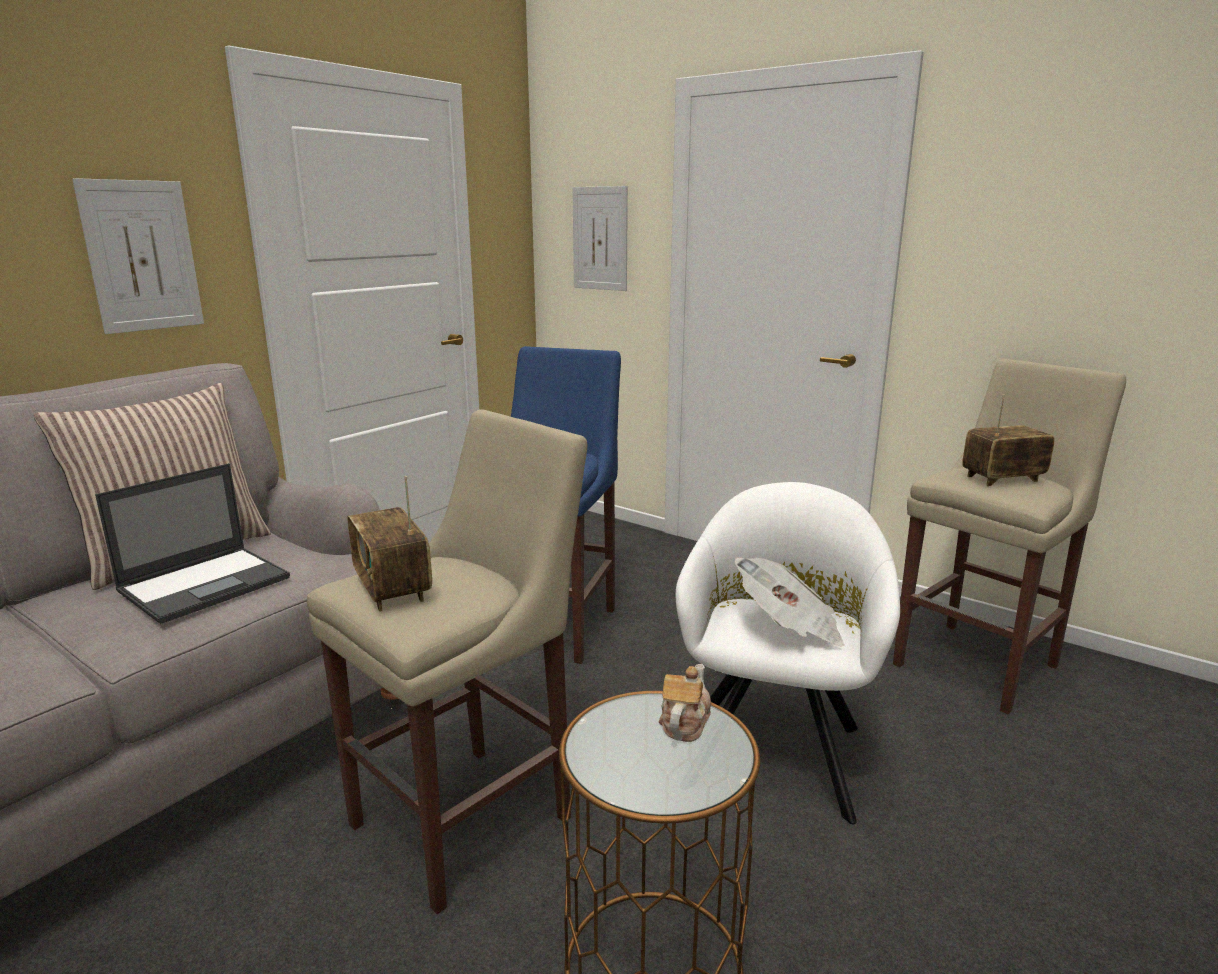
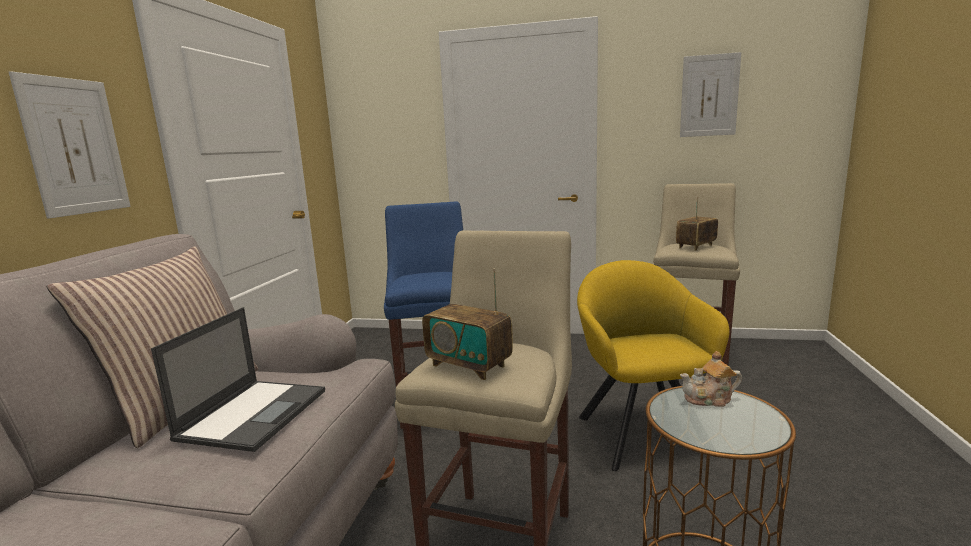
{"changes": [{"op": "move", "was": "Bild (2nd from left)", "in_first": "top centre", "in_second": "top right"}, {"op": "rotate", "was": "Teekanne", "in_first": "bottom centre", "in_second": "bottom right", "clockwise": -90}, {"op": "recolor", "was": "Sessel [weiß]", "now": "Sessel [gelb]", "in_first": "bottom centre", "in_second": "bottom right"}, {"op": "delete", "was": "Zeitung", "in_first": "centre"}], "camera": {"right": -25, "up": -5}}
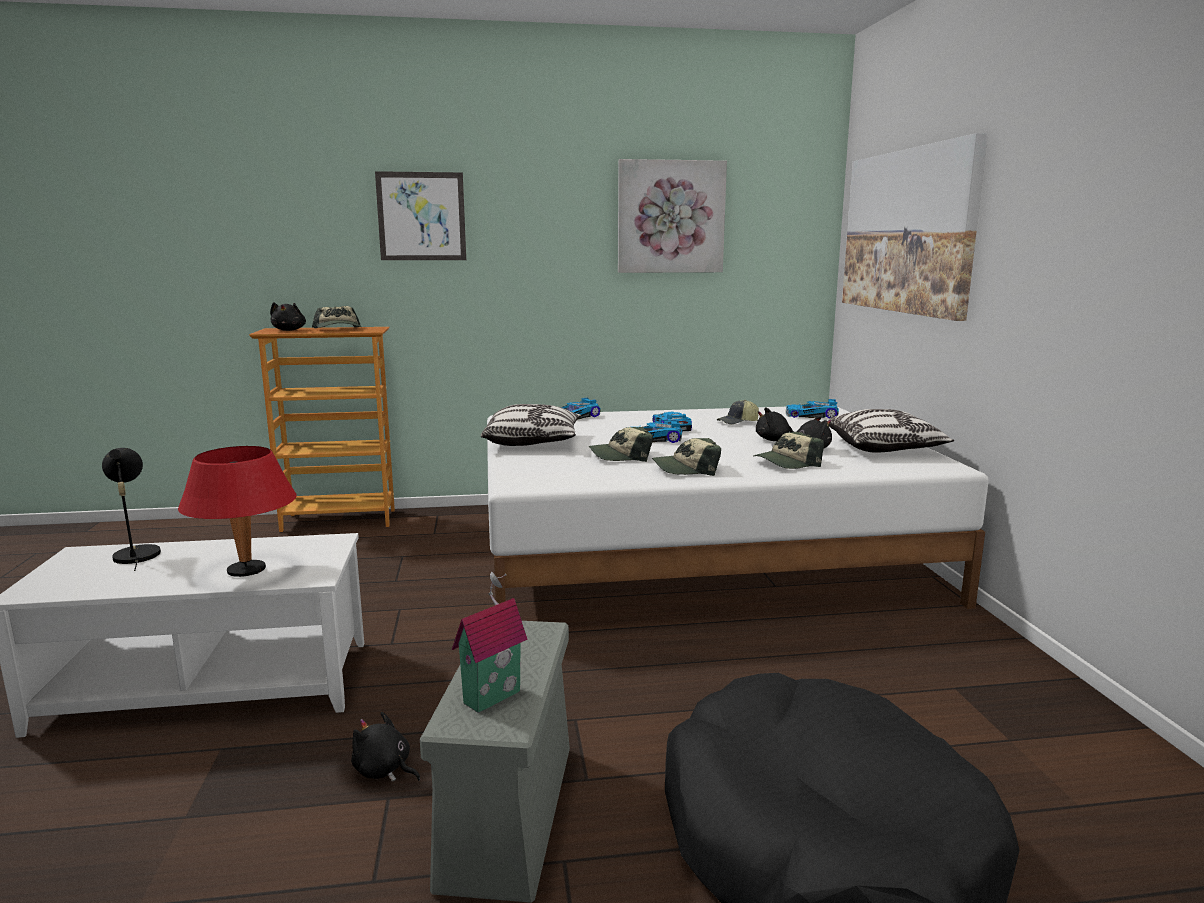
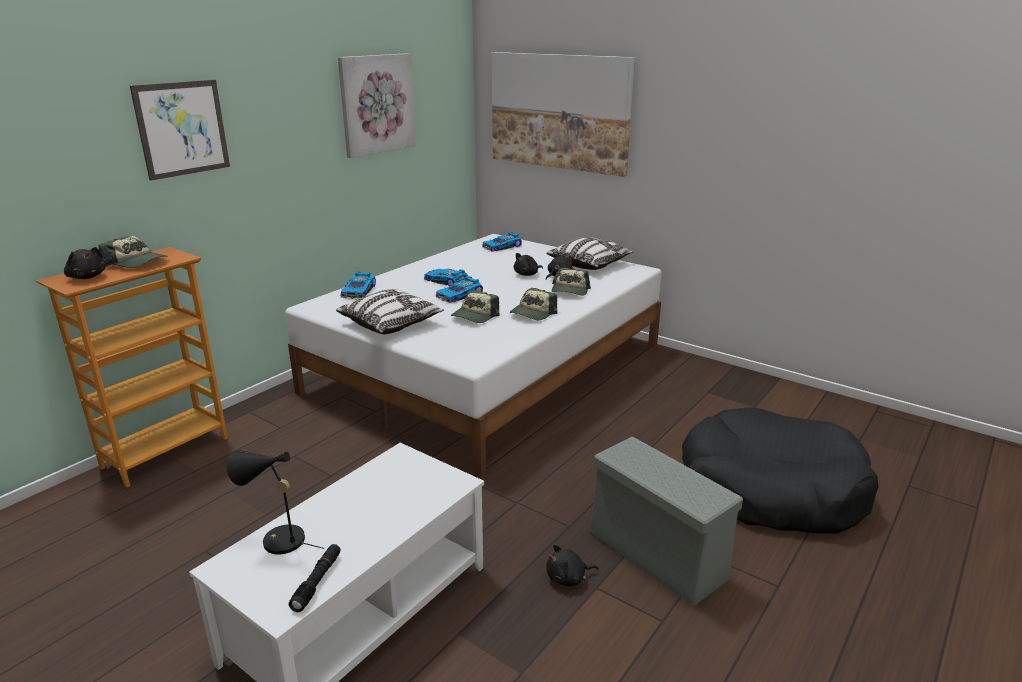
{"changes": [{"op": "delete", "was": "Tischlampe [rot]", "in_first": "middle left"}, {"op": "delete", "was": "Spielzeughaus", "in_first": "bottom centre"}, {"op": "delete", "was": "Kappe (4th from left)", "in_first": "centre"}, {"op": "insert", "now": "Taschenlampe [schwarz]", "in_second": "bottom left"}], "camera": {"right": -45, "up": 10}}
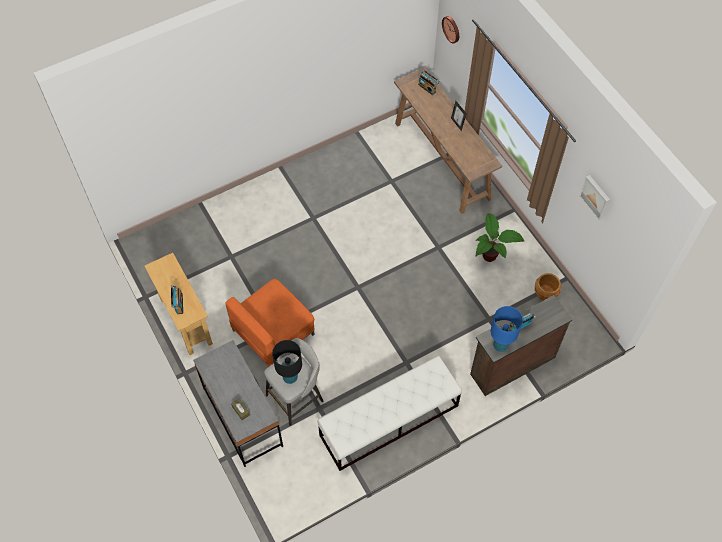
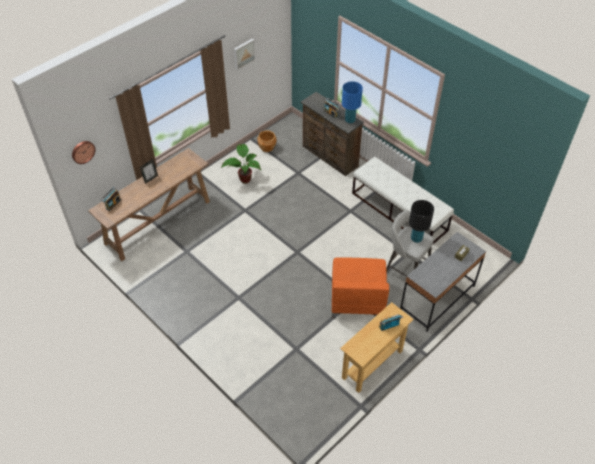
{"changes": [{"op": "rotate", "was": "Sessel [orange]", "in_first": "centre", "in_second": "centre", "clockwise": 60}], "camera": {"right": -105, "up": -10}}
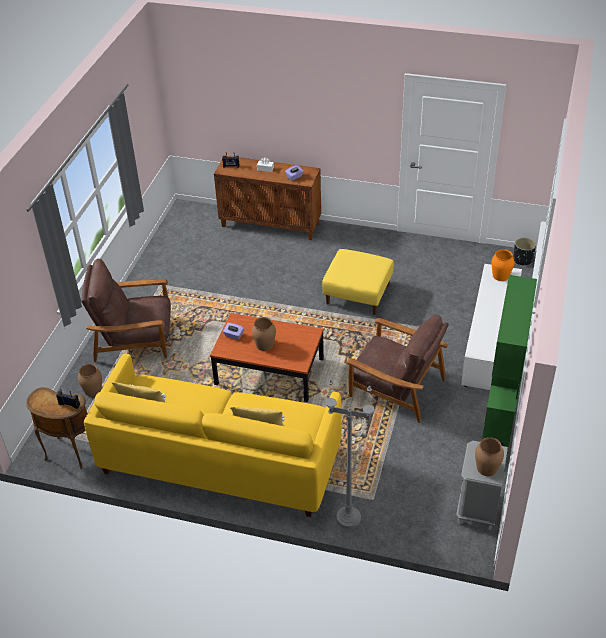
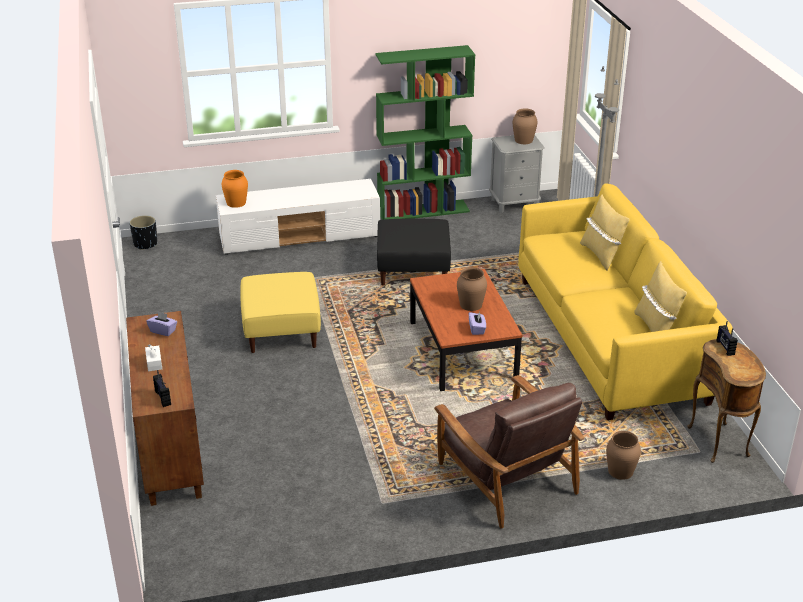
{"changes": [{"op": "replace", "was": "Sessel [braun] (2nd from left)", "now": "Polsterhocker [schwarz]", "in_first": "centre", "in_second": "centre"}], "camera": {"right": -120, "up": -10}}
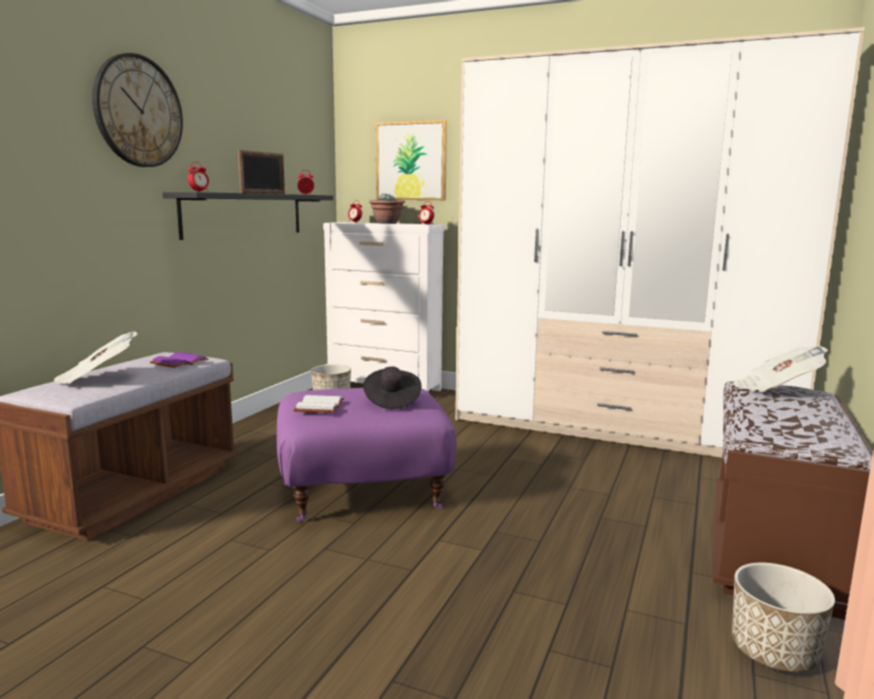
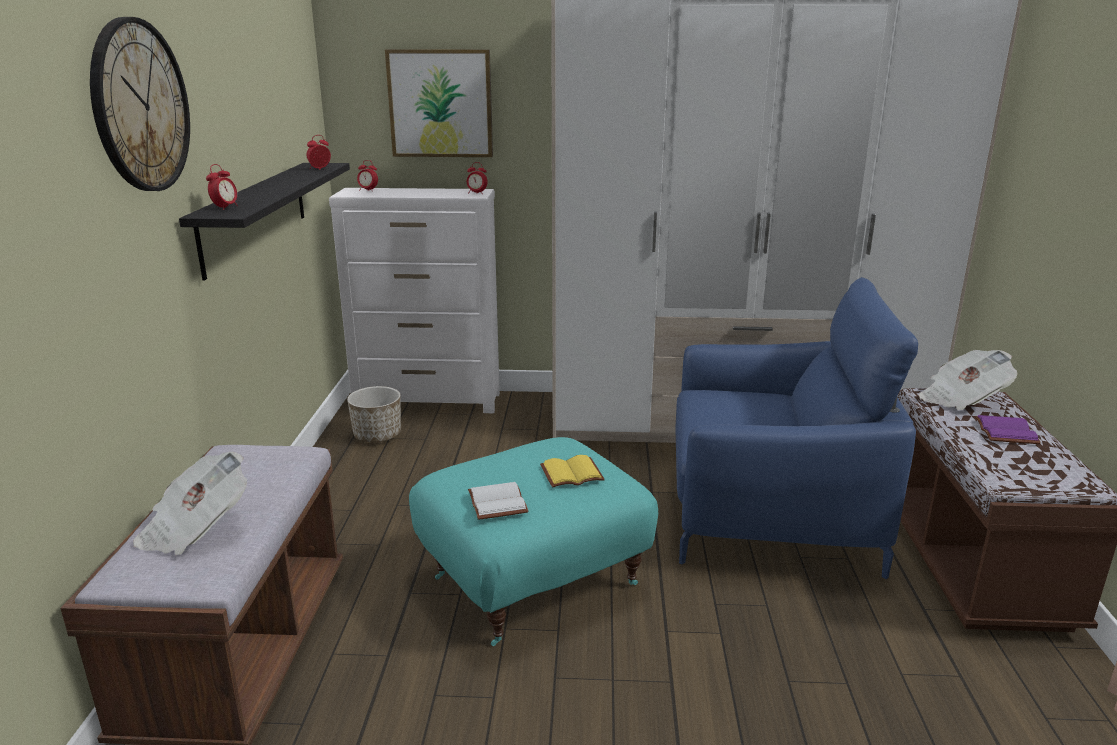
{"changes": [{"op": "move", "was": "Buch [lila]", "in_first": "middle left", "in_second": "middle right"}, {"op": "delete", "was": "Bilderrahmen", "in_first": "top left"}, {"op": "recolor", "was": "Polsterhocker [lila]", "now": "Polsterhocker [türkis]", "in_first": "centre", "in_second": "bottom centre"}, {"op": "replace", "was": "Hut [schwarz]", "now": "Buch [gelb]", "in_first": "centre", "in_second": "centre"}, {"op": "delete", "was": "Topfpflanze", "in_first": "top centre"}, {"op": "delete", "was": "Pflanzkübel (2nd from left)", "in_first": "bottom right"}, {"op": "insert", "now": "Sessel [blau]", "in_second": "middle right"}], "camera": {"right": -20, "up": 10}}
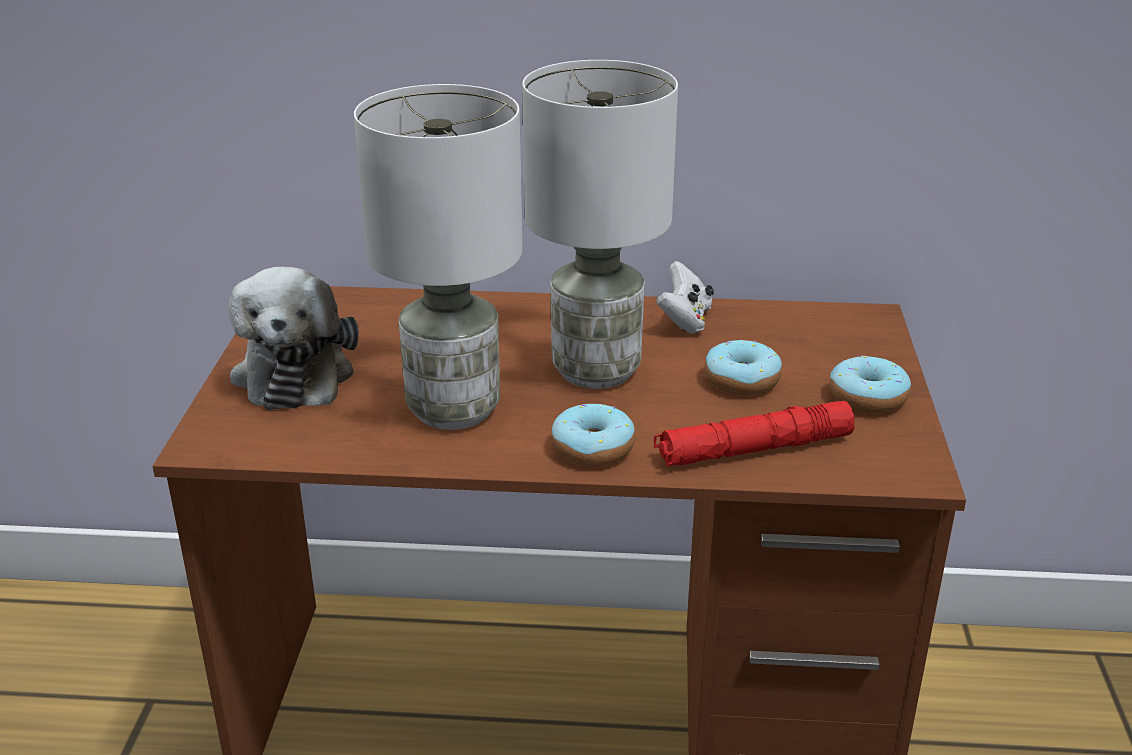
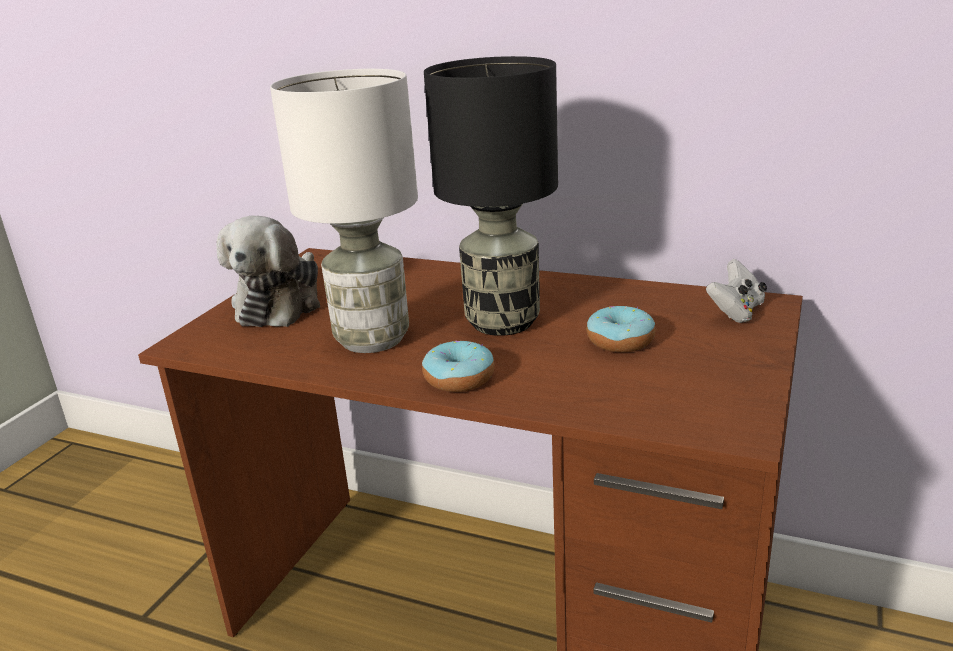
{"changes": [{"op": "recolor", "was": "Tischlampe [weiß] (2nd from left)", "now": "Tischlampe [schwarz]", "in_first": "top centre", "in_second": "top centre"}, {"op": "delete", "was": "Taschenlampe [rot]", "in_first": "centre"}, {"op": "move", "was": "Gamepad [weiß]", "in_first": "centre", "in_second": "middle right"}, {"op": "delete", "was": "Donut (3rd from left)", "in_first": "middle right"}], "camera": {"right": 20, "up": -5}}
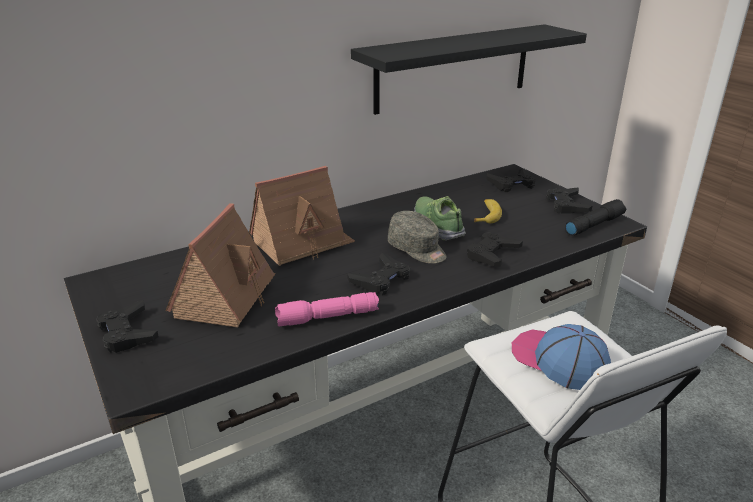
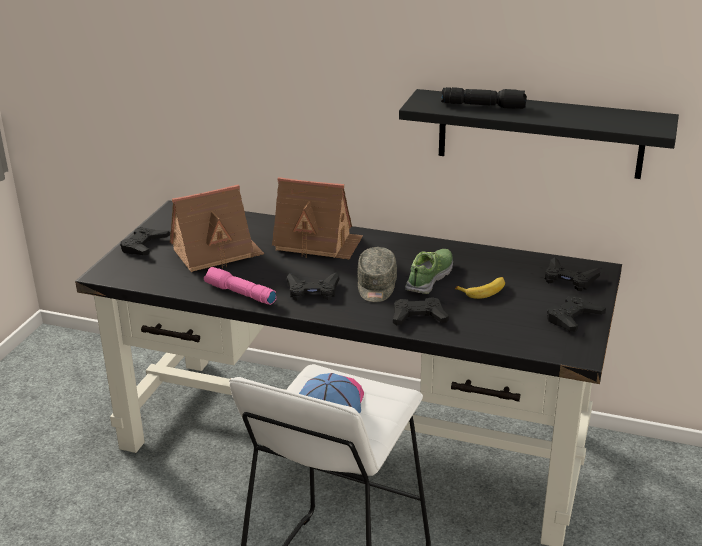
{"changes": [{"op": "move", "was": "Taschenlampe [schwarz]", "in_first": "middle right", "in_second": "top right"}], "camera": {"right": 50, "up": 0}}
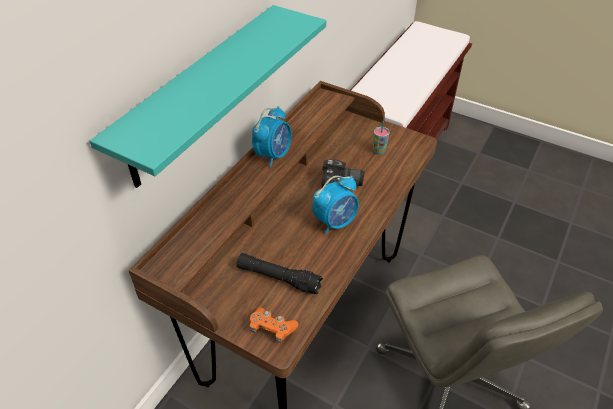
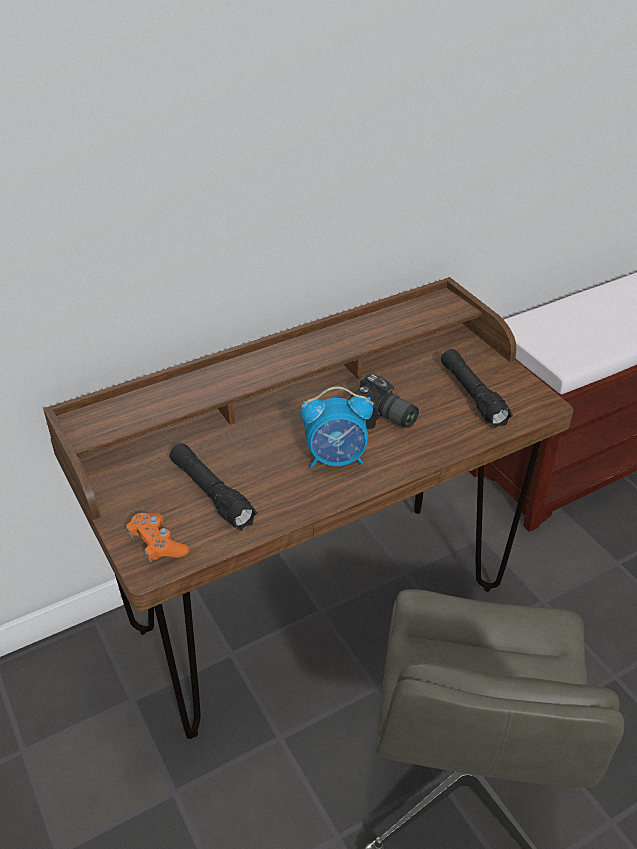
{"changes": [{"op": "delete", "was": "Wandregal [türkis]", "in_first": "top centre"}, {"op": "delete", "was": "Wecker (1st from left)", "in_first": "top centre"}, {"op": "replace", "was": "Tasse", "now": "Taschenlampe [schwarz] (2nd from left)", "in_first": "centre", "in_second": "middle right"}], "camera": {"right": 30, "up": -5}}
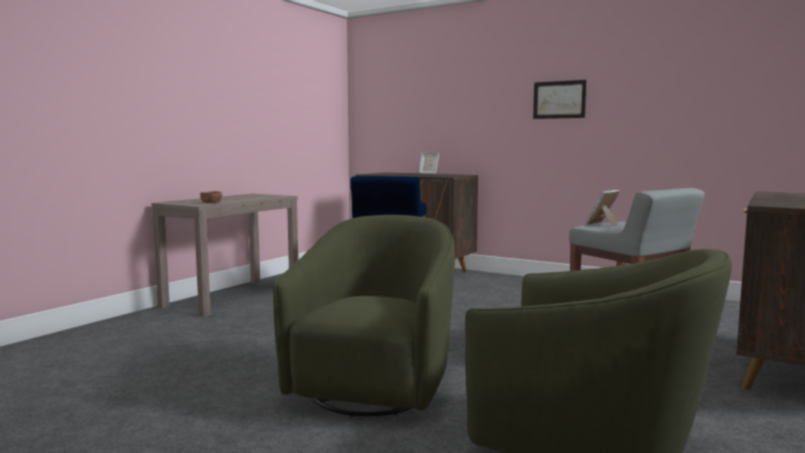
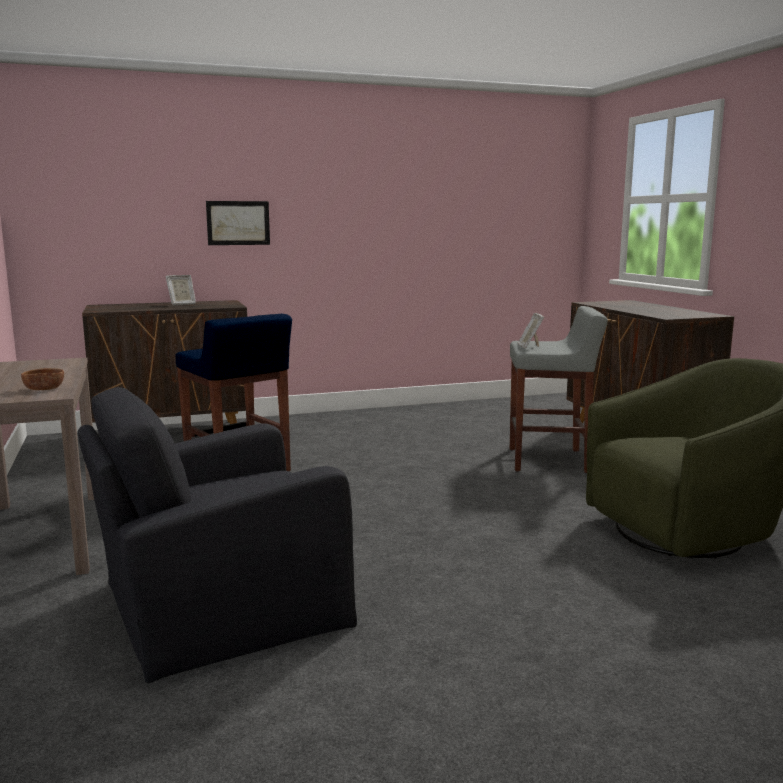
{"changes": [{"op": "delete", "was": "Sessel [grün] (1st from left)", "in_first": "bottom centre"}, {"op": "move", "was": "Bild", "in_first": "top right", "in_second": "top left"}, {"op": "insert", "now": "Sessel [schwarz]", "in_second": "bottom left"}], "camera": {"right": -50, "up": 5}}
